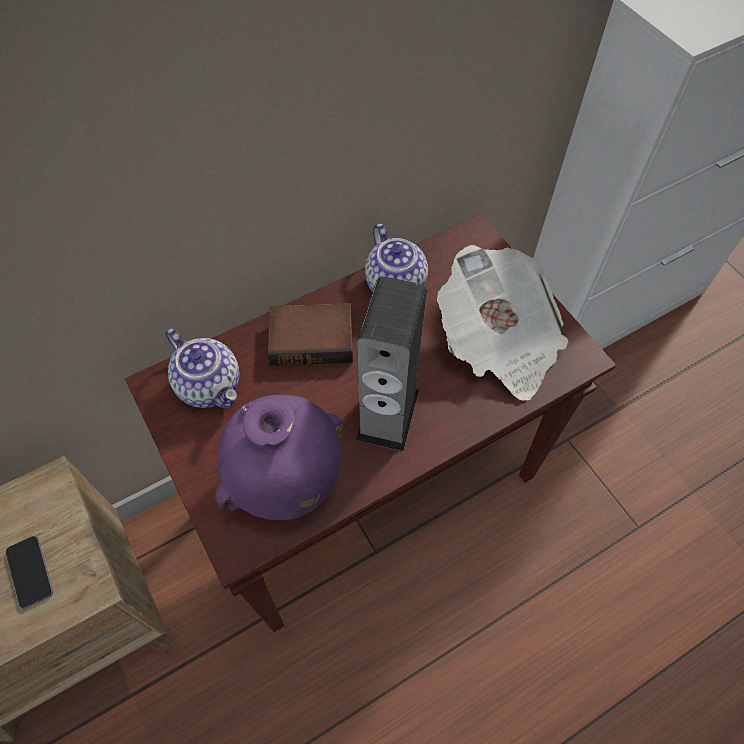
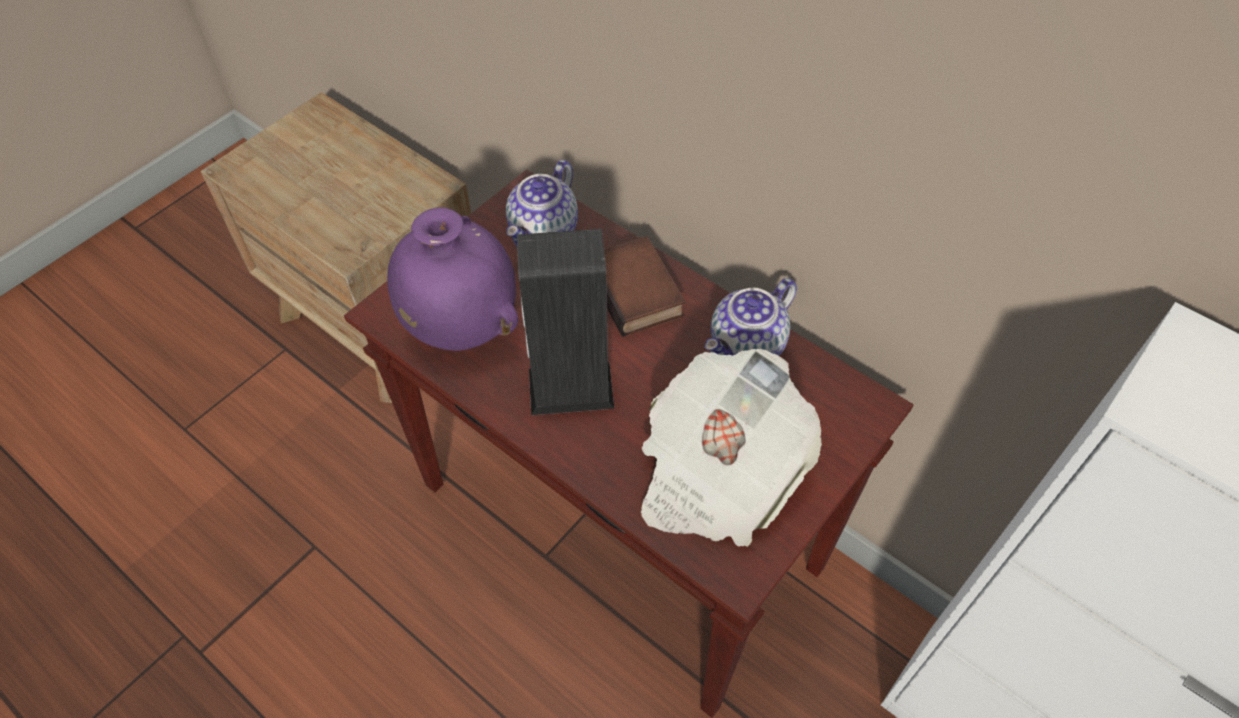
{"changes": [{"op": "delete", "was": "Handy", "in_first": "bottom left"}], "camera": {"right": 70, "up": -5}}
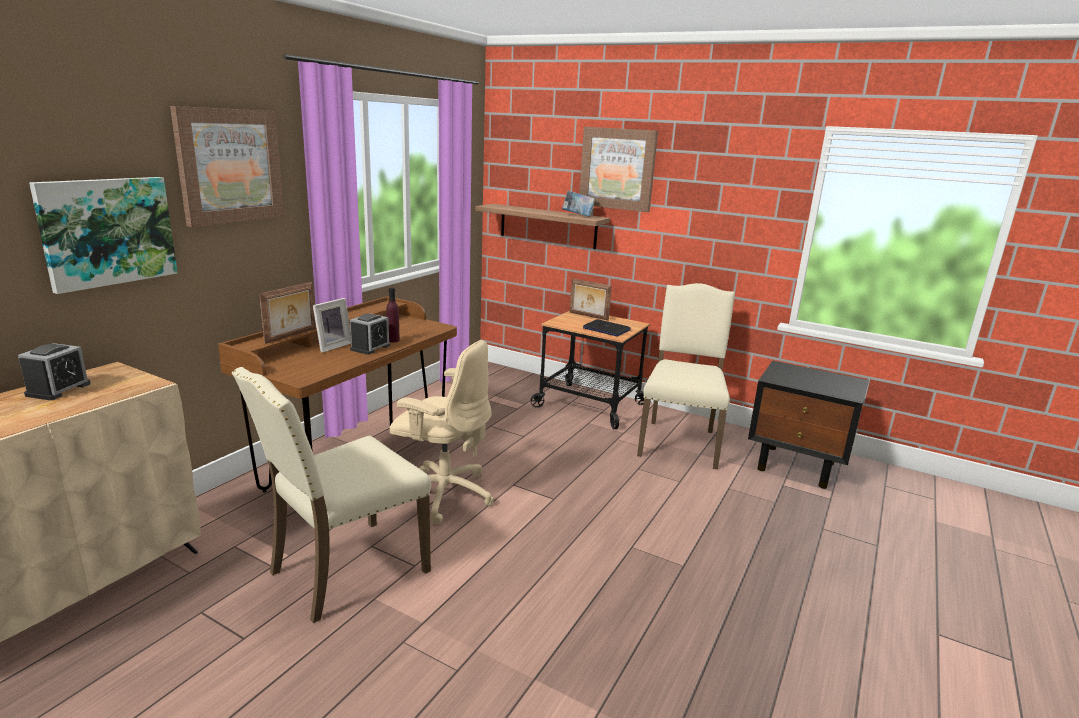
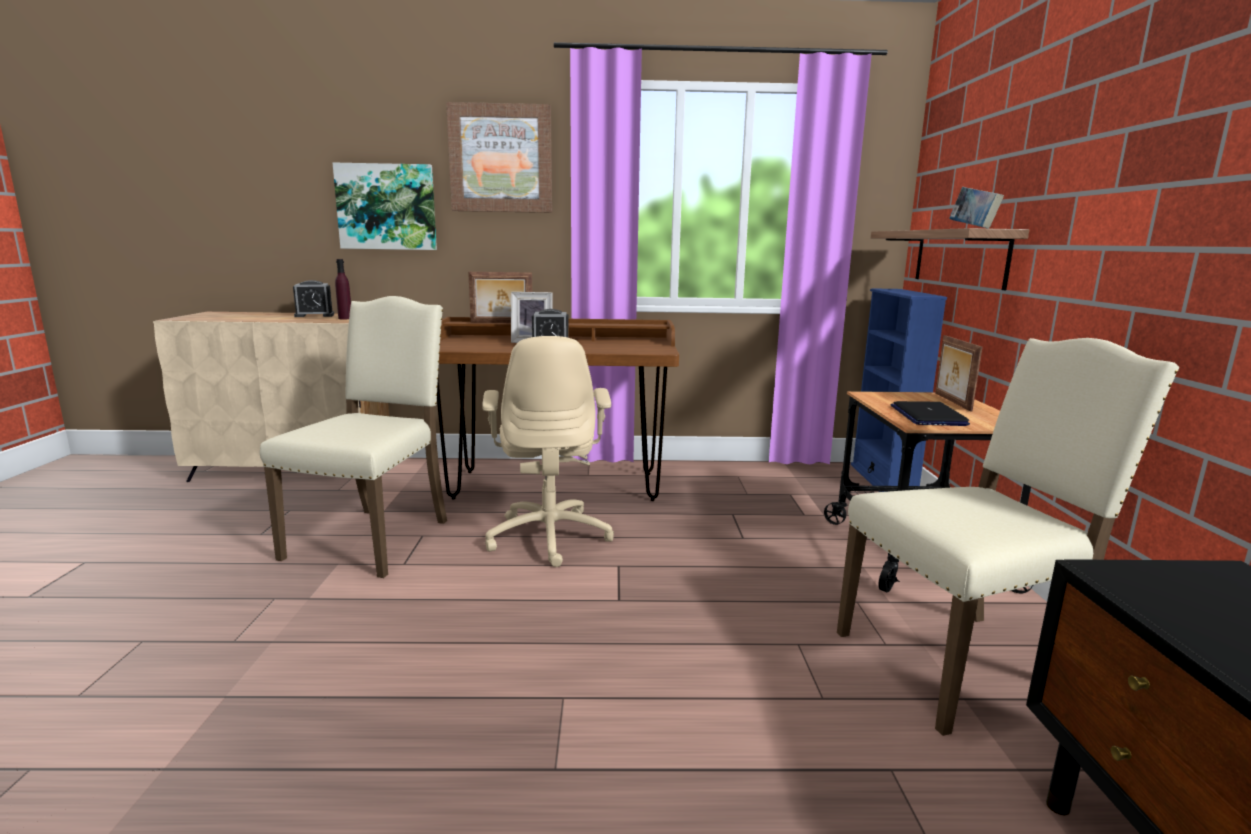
{"changes": [{"op": "rotate", "was": "Stuhl [beige] (1st from left)", "in_first": "bottom left", "in_second": "middle left", "clockwise": 90}, {"op": "move", "was": "Flasche [lila]", "in_first": "centre", "in_second": "middle left"}, {"op": "delete", "was": "Bild (3rd from left)", "in_first": "top centre"}, {"op": "insert", "now": "Bücherregal [blau]", "in_second": "middle right"}], "camera": {"right": 60, "up": -5}}
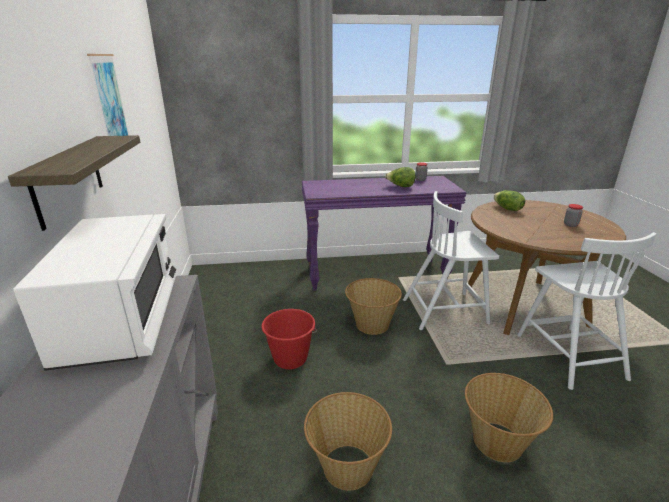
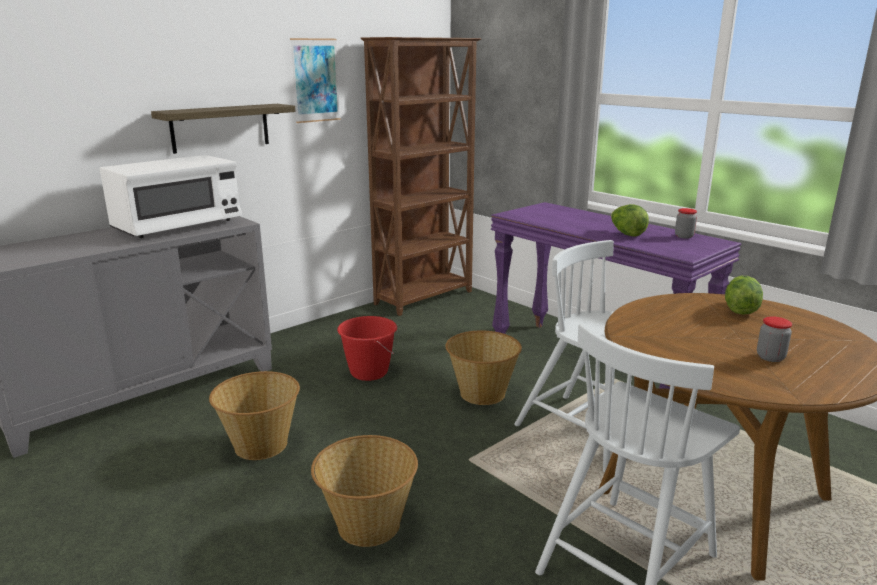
{"changes": [{"op": "insert", "now": "Bücherregal [braun]", "in_second": "top centre"}], "camera": {"right": 55, "up": -5}}
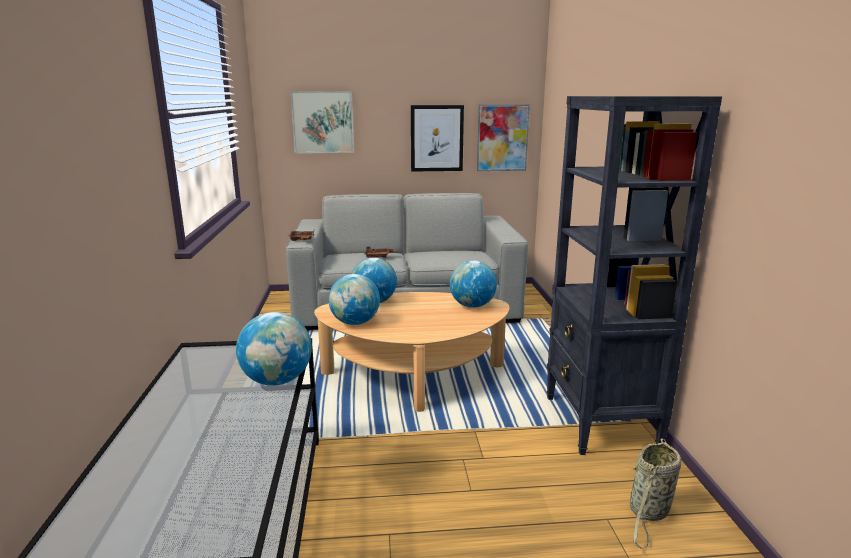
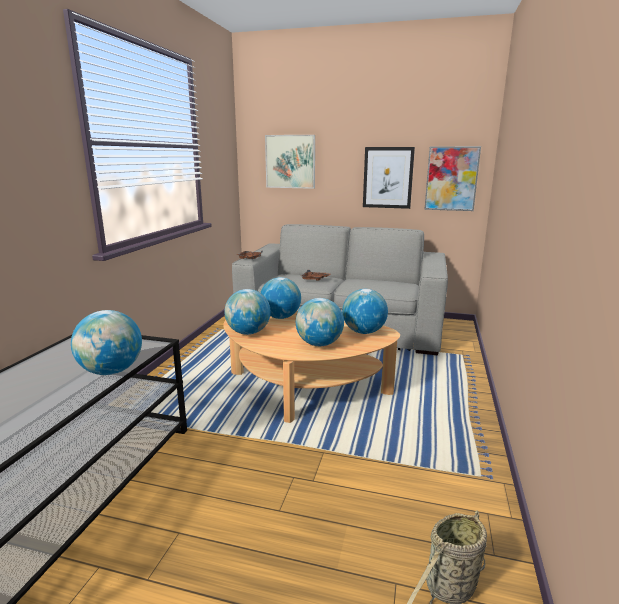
{"changes": [{"op": "delete", "was": "Bücherregal [schwarz]", "in_first": "middle right"}, {"op": "insert", "now": "Globus (4th from left)", "in_second": "centre"}], "camera": {"right": 20, "up": 0}}
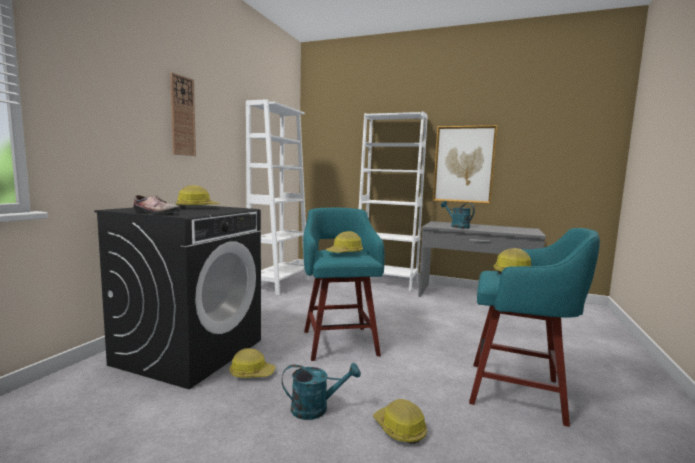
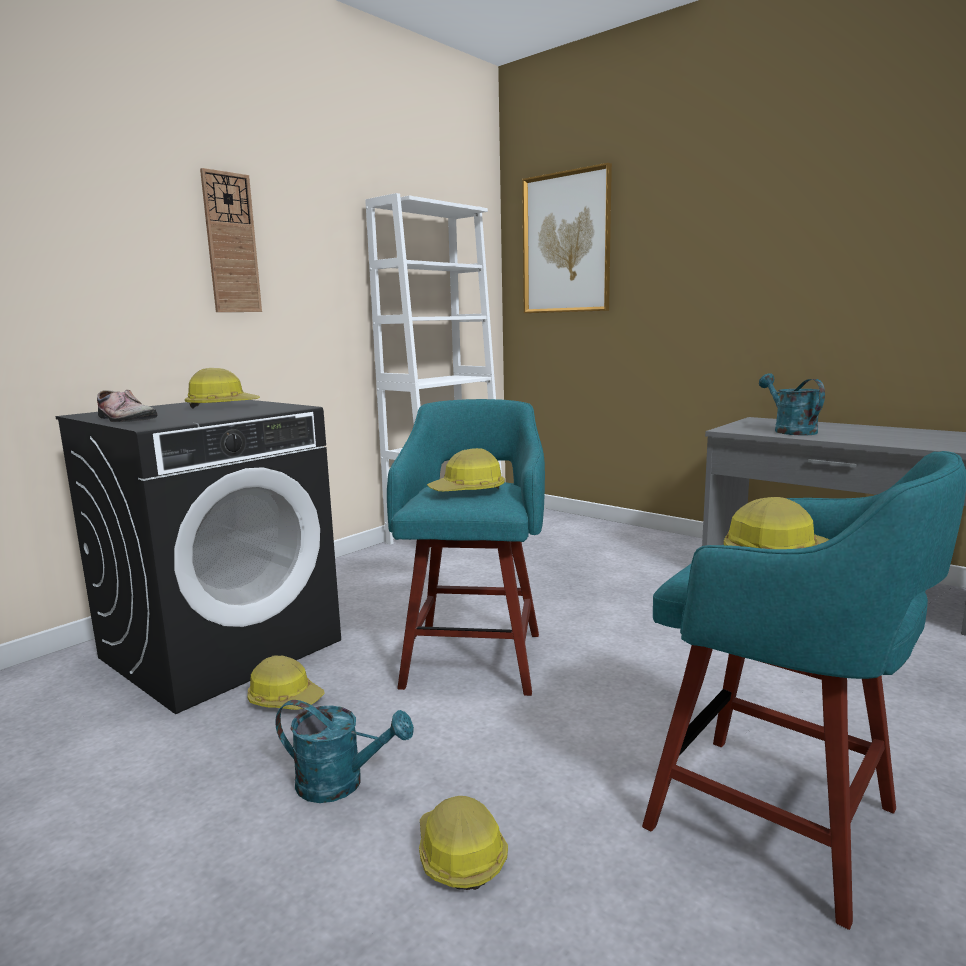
{"changes": [{"op": "delete", "was": "Bücherregal [weiß] (2nd from left)", "in_first": "centre"}, {"op": "move", "was": "Bild", "in_first": "middle right", "in_second": "top centre"}], "camera": {"right": 20, "up": 5}}
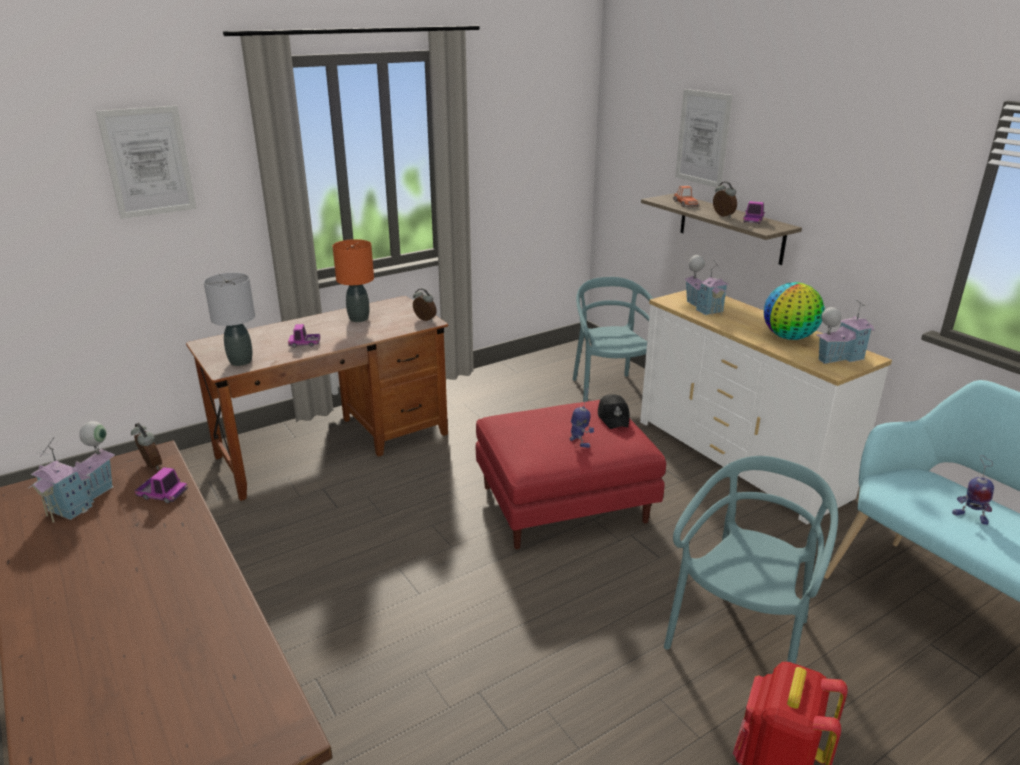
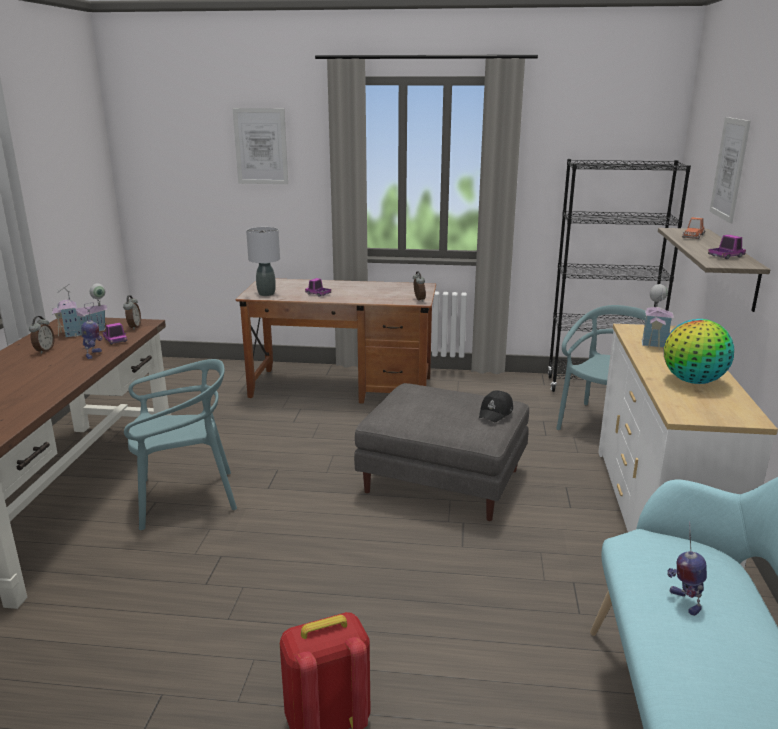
{"changes": [{"op": "delete", "was": "Tischlampe [orange]", "in_first": "centre"}, {"op": "recolor", "was": "Polsterhocker [rot]", "now": "Polsterhocker [grau]", "in_first": "centre", "in_second": "centre"}, {"op": "move", "was": "Spielzeugroboter (1st from left)", "in_first": "centre", "in_second": "middle left"}, {"op": "move", "was": "Stuhl [türkis] (2nd from left in the first image)", "now": "Stuhl [türkis] (1st from left)", "in_first": "bottom right", "in_second": "middle left"}, {"op": "move", "was": "Wecker (3rd from left in the first image)", "now": "Wecker (1st from left)", "in_first": "top right", "in_second": "middle left"}, {"op": "delete", "was": "Spielzeughaus (3rd from left)", "in_first": "middle right"}, {"op": "insert", "now": "Bücherregal [schwarz]", "in_second": "middle right"}], "camera": {"right": 40, "up": -5}}
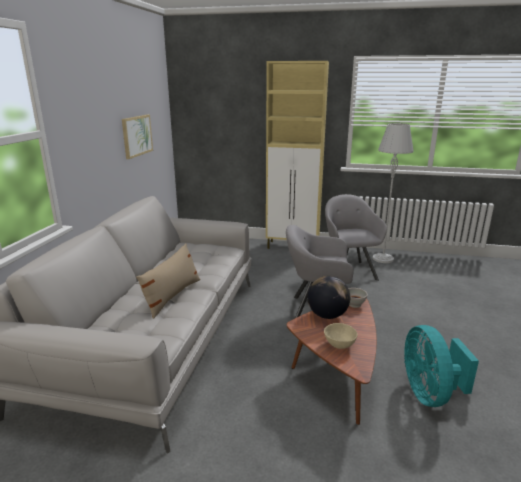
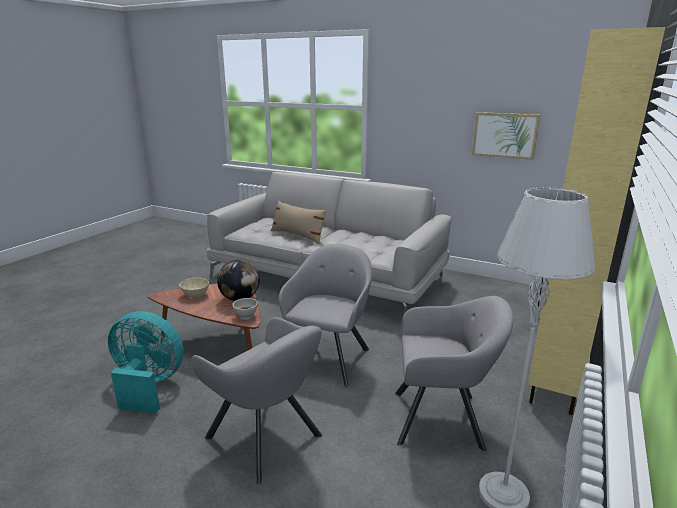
{"changes": [{"op": "insert", "now": "Sessel [grau] (1st from left)", "in_second": "bottom centre"}], "camera": {"right": 105, "up": 0}}
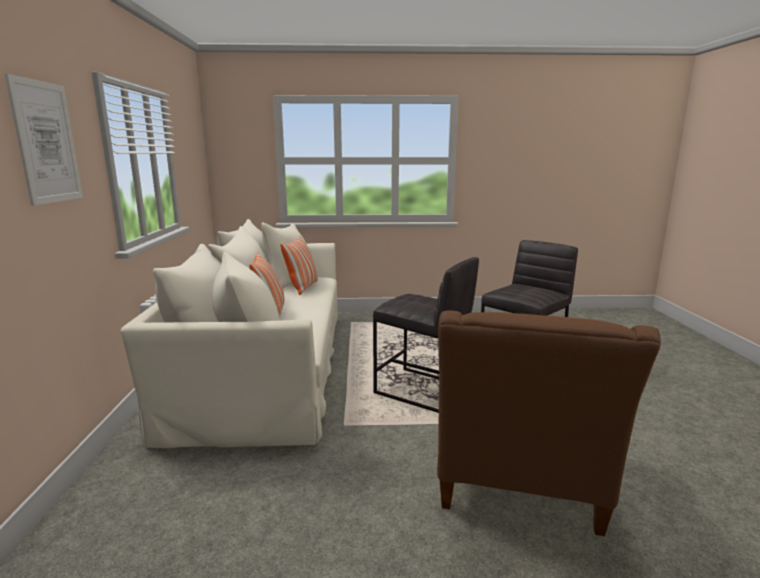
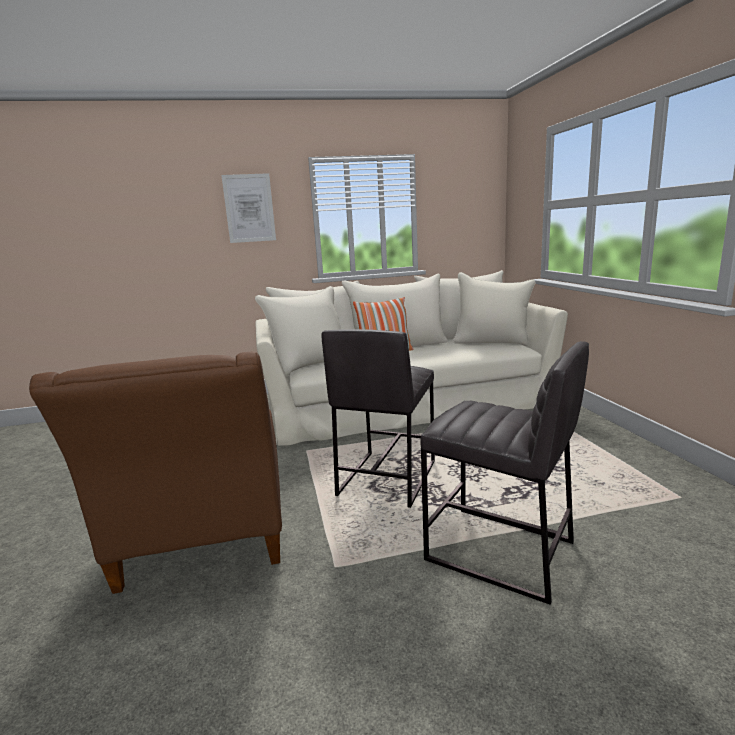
{"changes": [{"op": "delete", "was": "Kissen (2nd from left)", "in_first": "centre"}, {"op": "rotate", "was": "Sessel [braun]", "in_first": "bottom right", "in_second": "middle left", "clockwise": -105}], "camera": {"right": 80, "up": 0}}
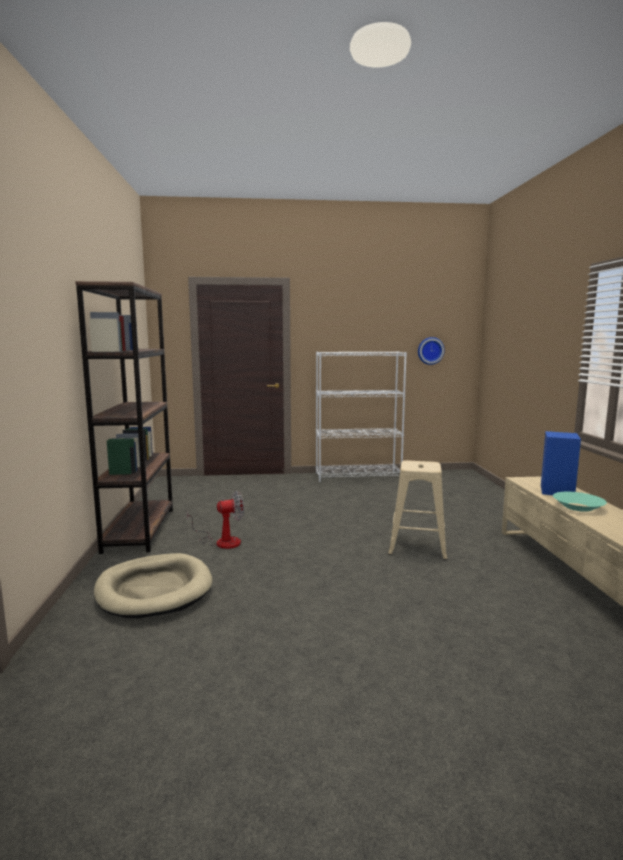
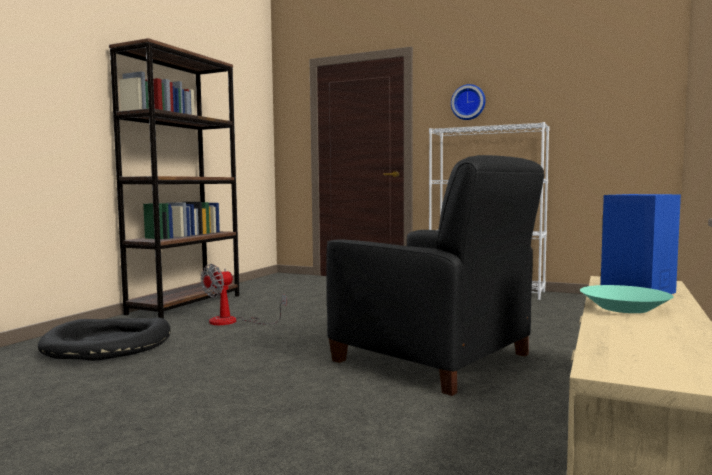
{"changes": [{"op": "recolor", "was": "Hundebett [beige]", "now": "Hundebett [schwarz]", "in_first": "bottom left", "in_second": "bottom left"}, {"op": "rotate", "was": "Ventilator", "in_first": "centre", "in_second": "centre", "clockwise": 120}, {"op": "replace", "was": "Hocker [beige]", "now": "Sessel [schwarz]", "in_first": "middle right", "in_second": "centre"}, {"op": "move", "was": "Wanduhr", "in_first": "middle right", "in_second": "top centre"}], "camera": {"right": 30, "up": -5}}
